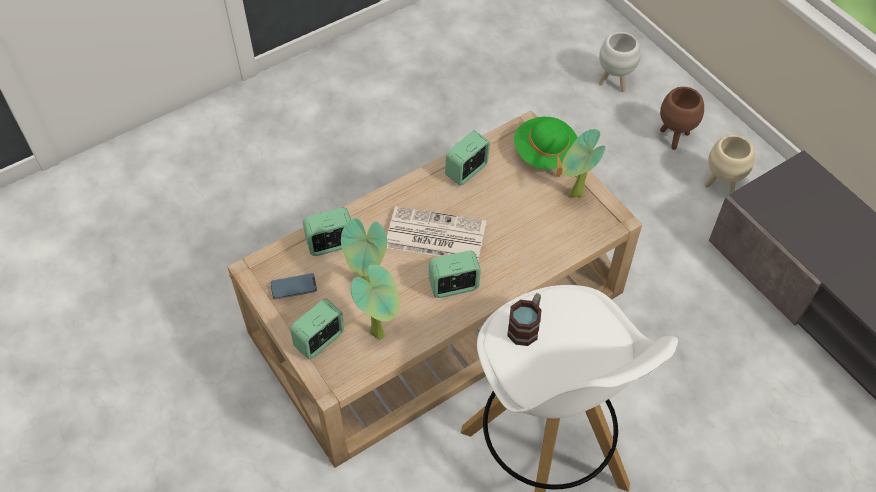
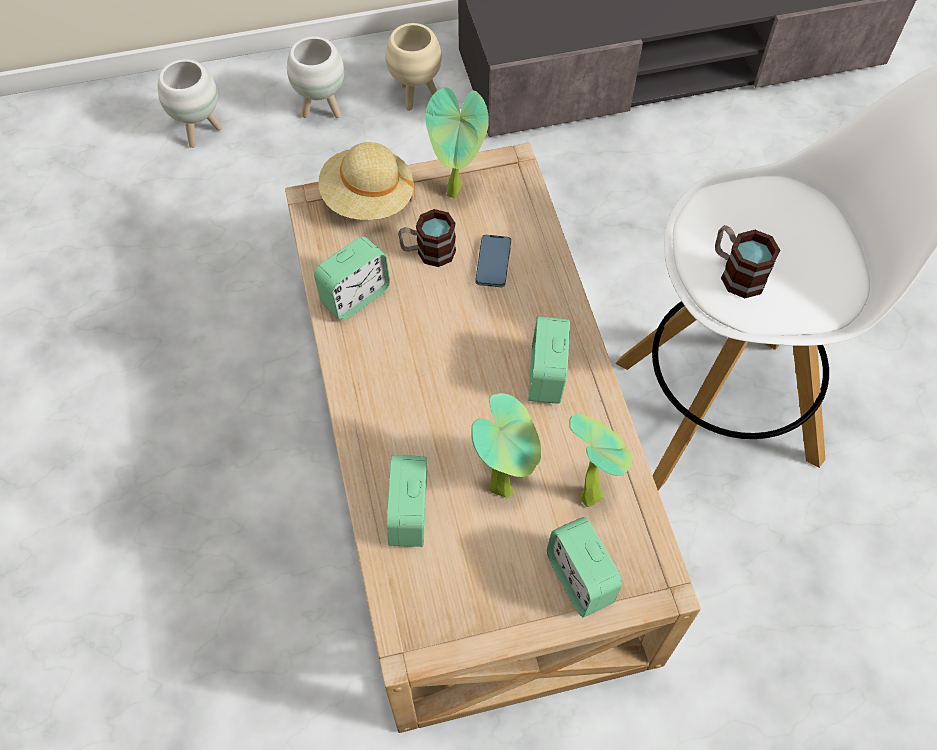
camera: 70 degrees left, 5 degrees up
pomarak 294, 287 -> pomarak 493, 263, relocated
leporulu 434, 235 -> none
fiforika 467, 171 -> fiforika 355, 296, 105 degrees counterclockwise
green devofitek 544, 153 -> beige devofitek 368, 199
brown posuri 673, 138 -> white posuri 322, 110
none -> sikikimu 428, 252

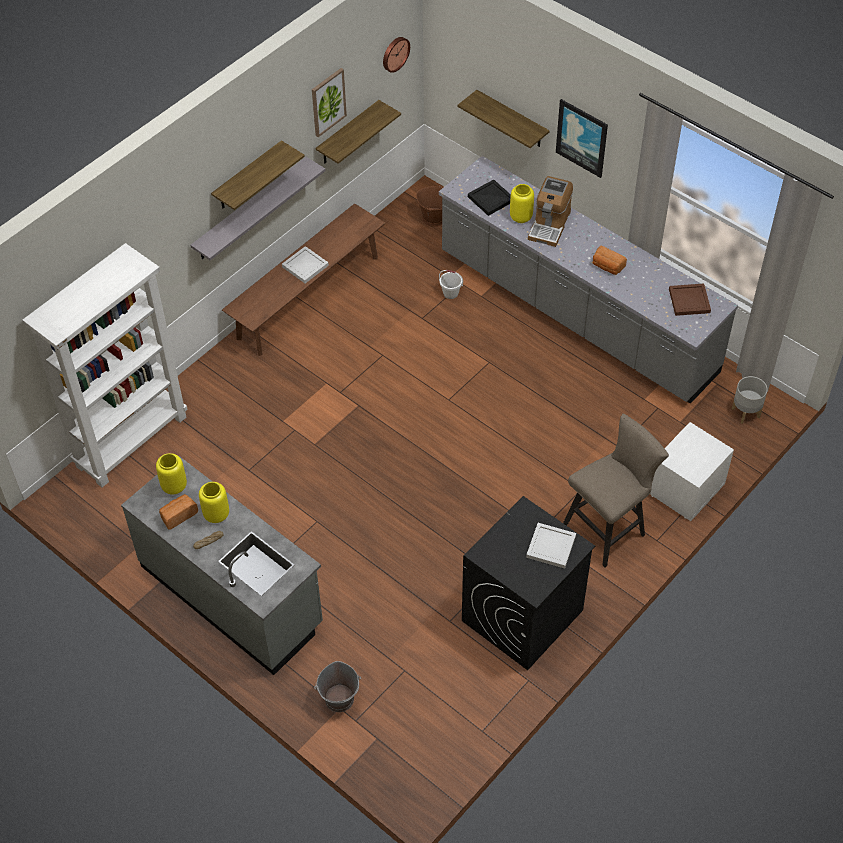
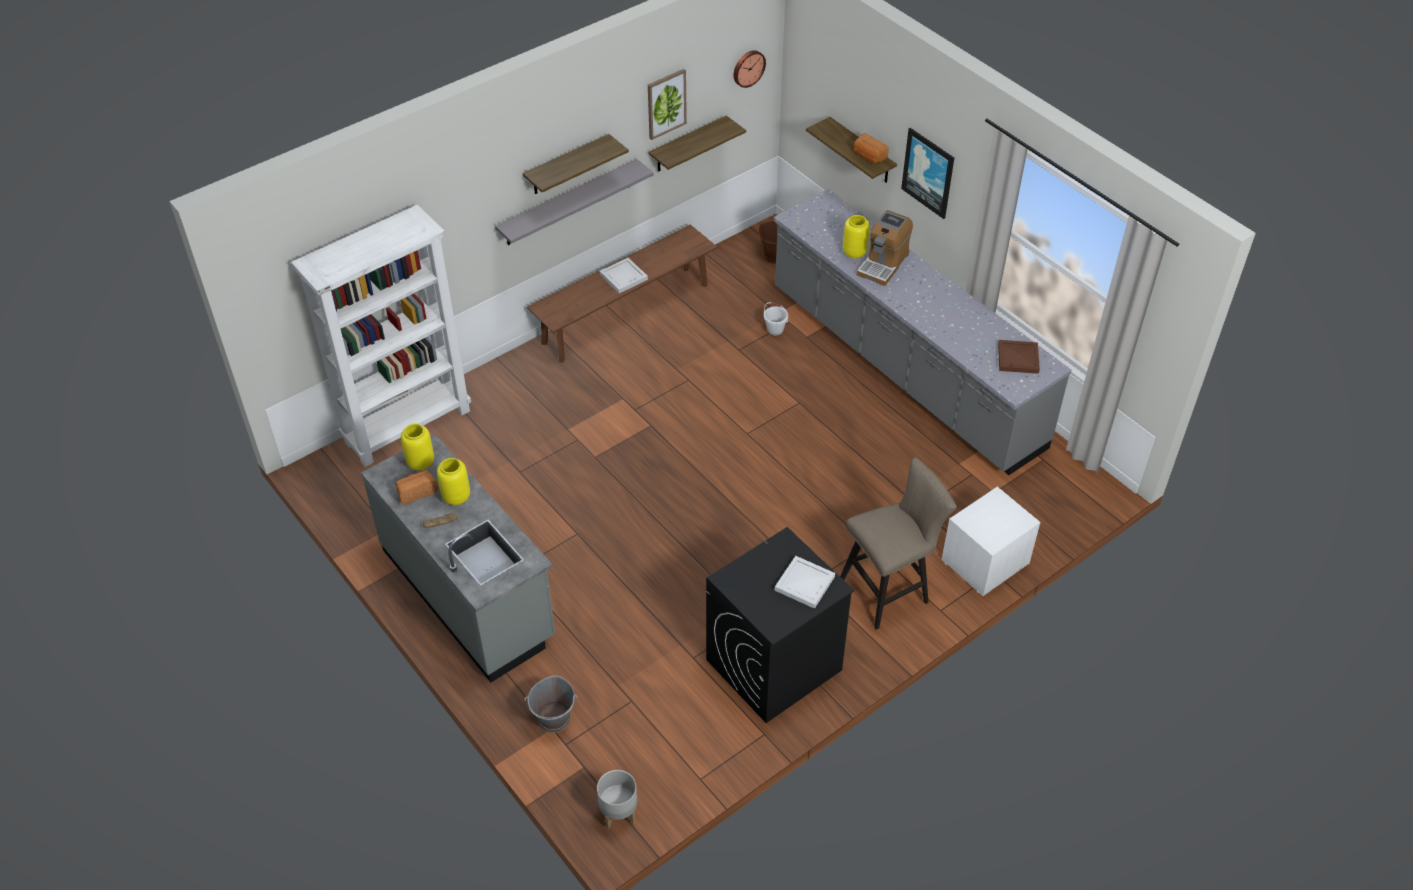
camera: 10 degrees right, 5 degrees down
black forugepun 490, 199 -> none
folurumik 607, 267 -> folurumik 869, 156, relocated
grey posuri 746, 413 -> grey posuri 619, 814, relocated

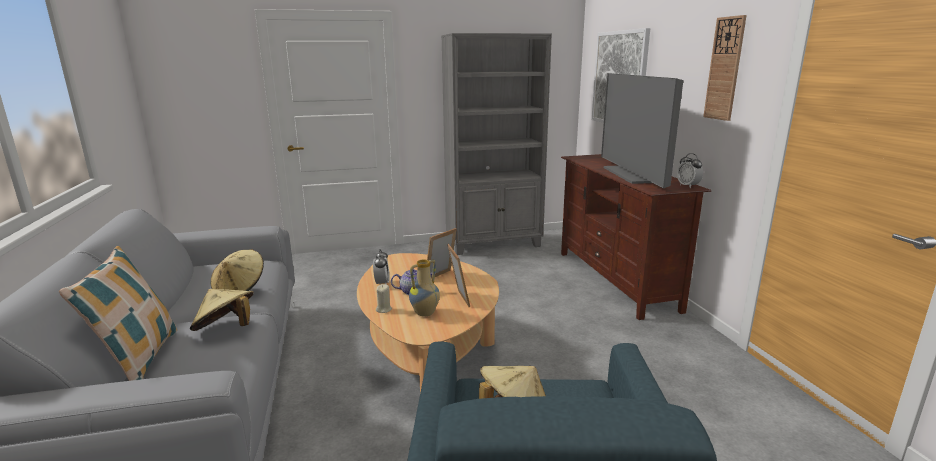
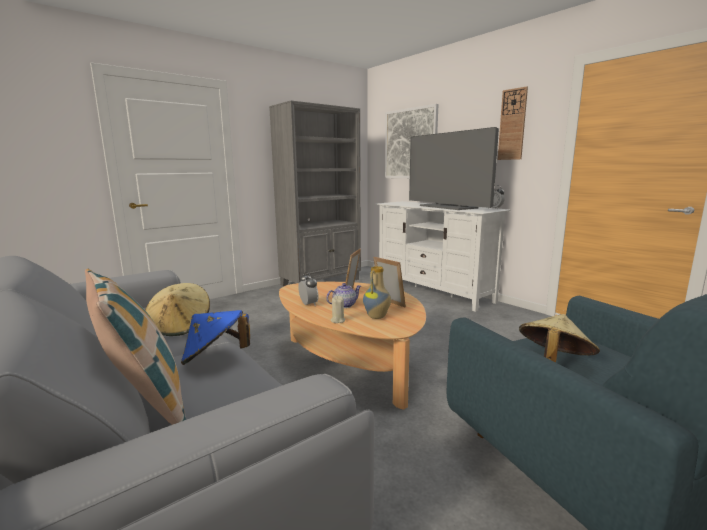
camera: 25 degrees left, 5 degrees down
beige devofitek 226, 329 -> blue devofitek 215, 358
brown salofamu 616, 280 -> white salofamu 433, 291

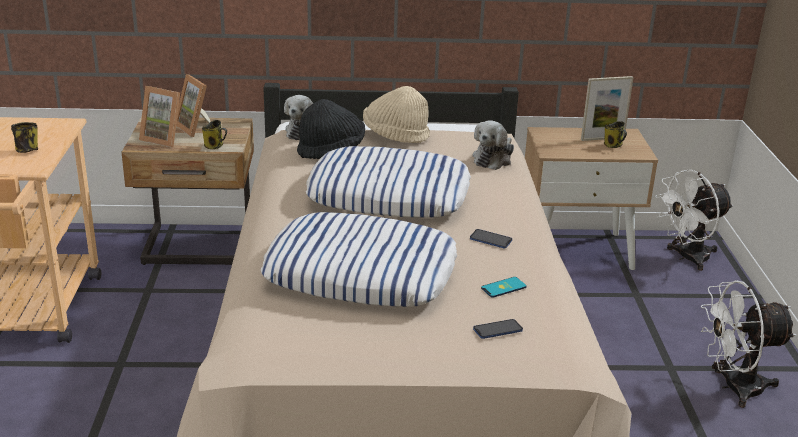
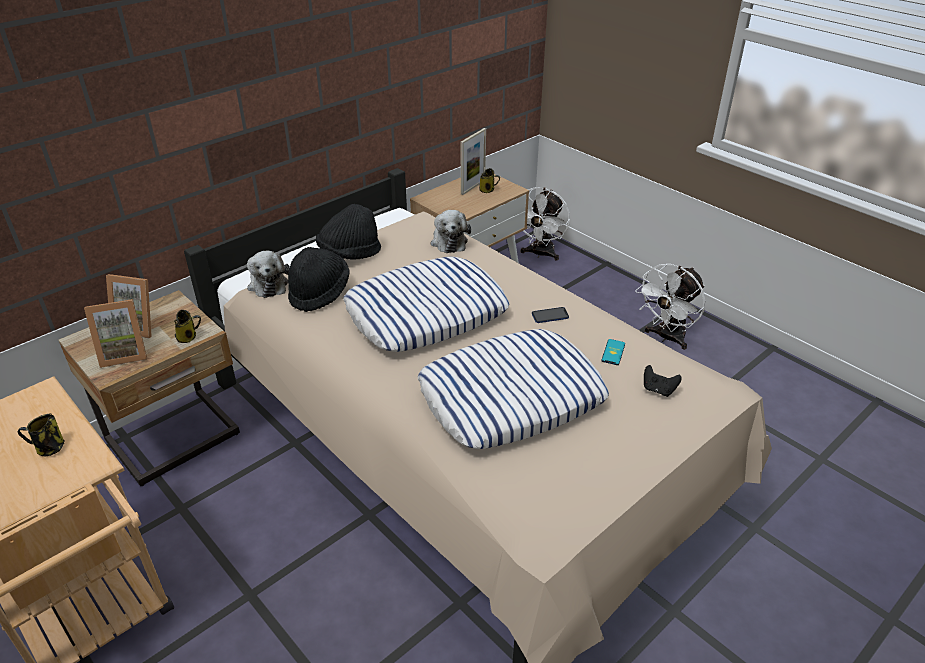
camera: 40 degrees left, 10 degrees up
beige devofitek 395, 136 -> black devofitek 349, 253
pomarak 497, 330 -> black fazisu 658, 390

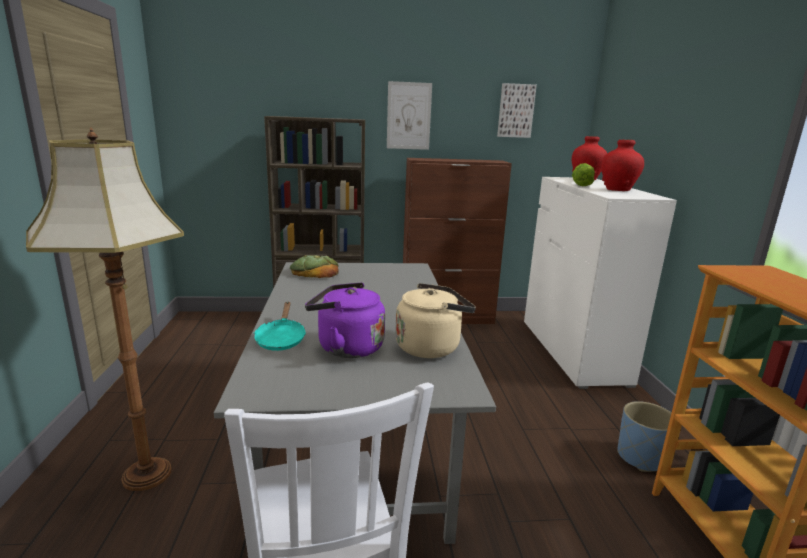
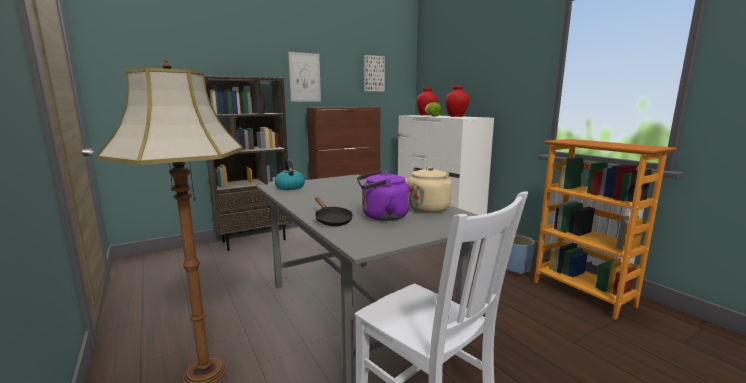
camera: 25 degrees left, 5 degrees down
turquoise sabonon 281, 339 -> black sabonon 332, 220
folurumik 315, 272 -> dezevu 289, 187

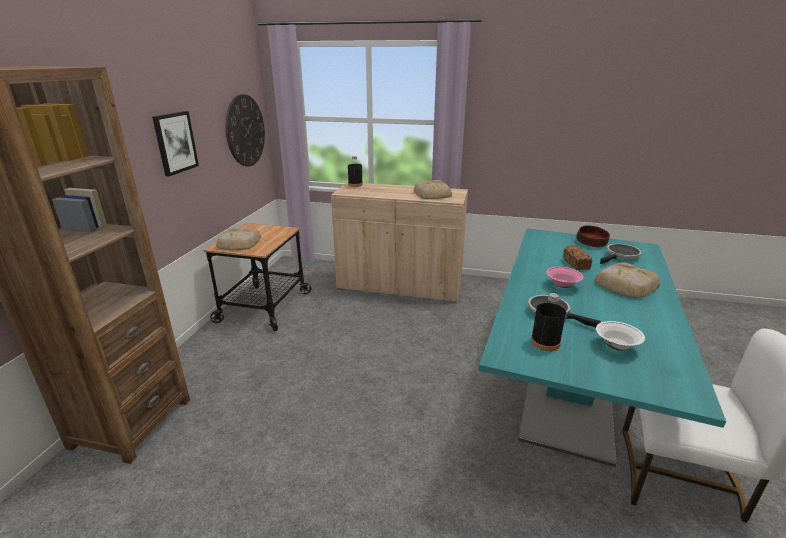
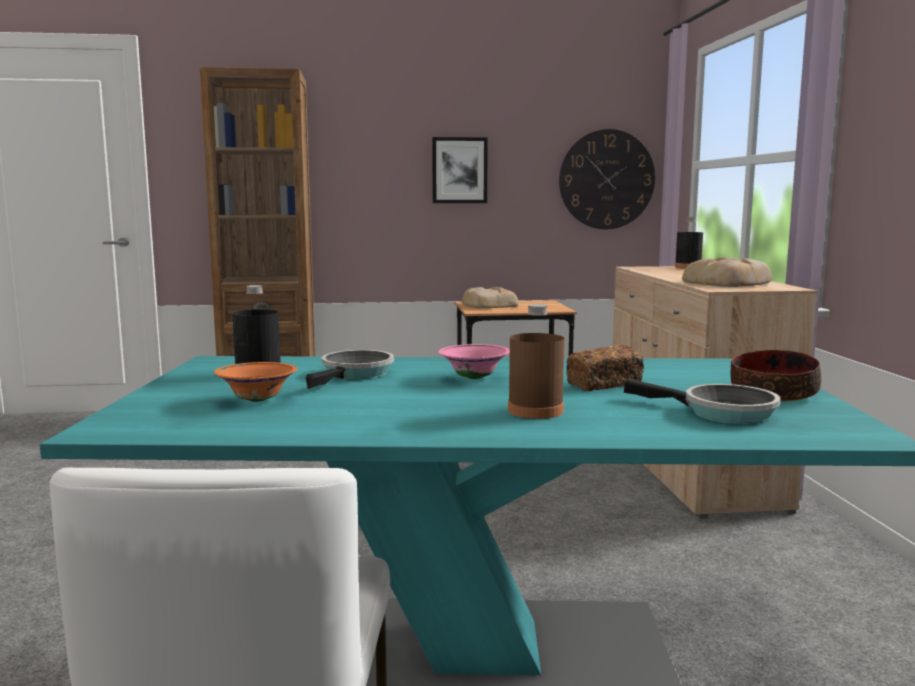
camera: 70 degrees right, 15 degrees down
folurumik 625, 285 -> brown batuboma 535, 411
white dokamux 616, 347 -> orange dokamux 257, 400

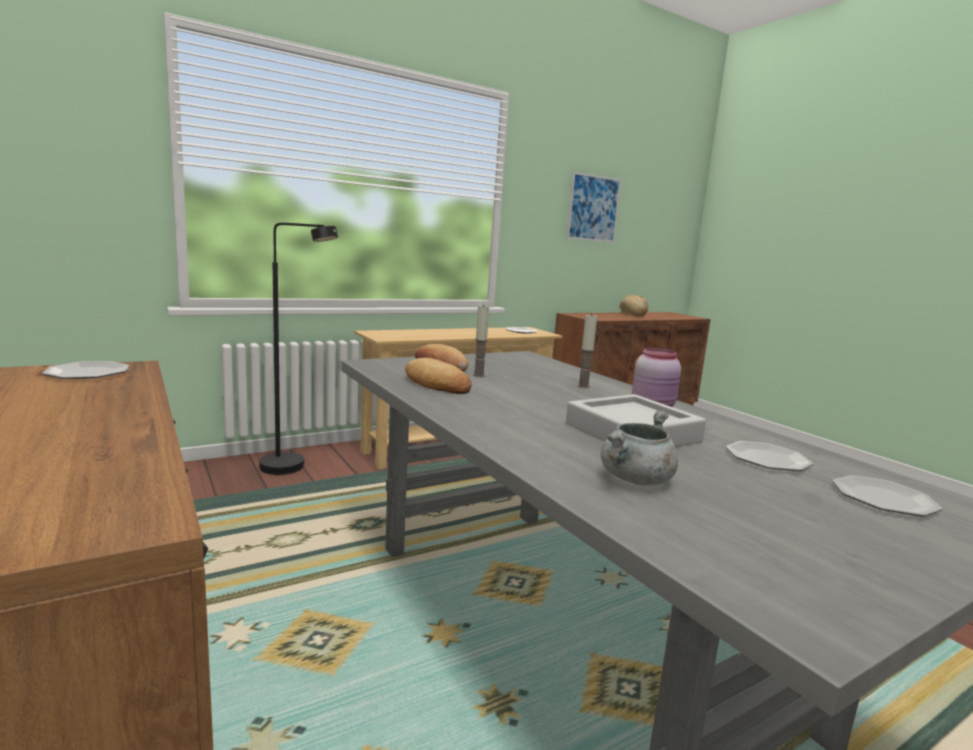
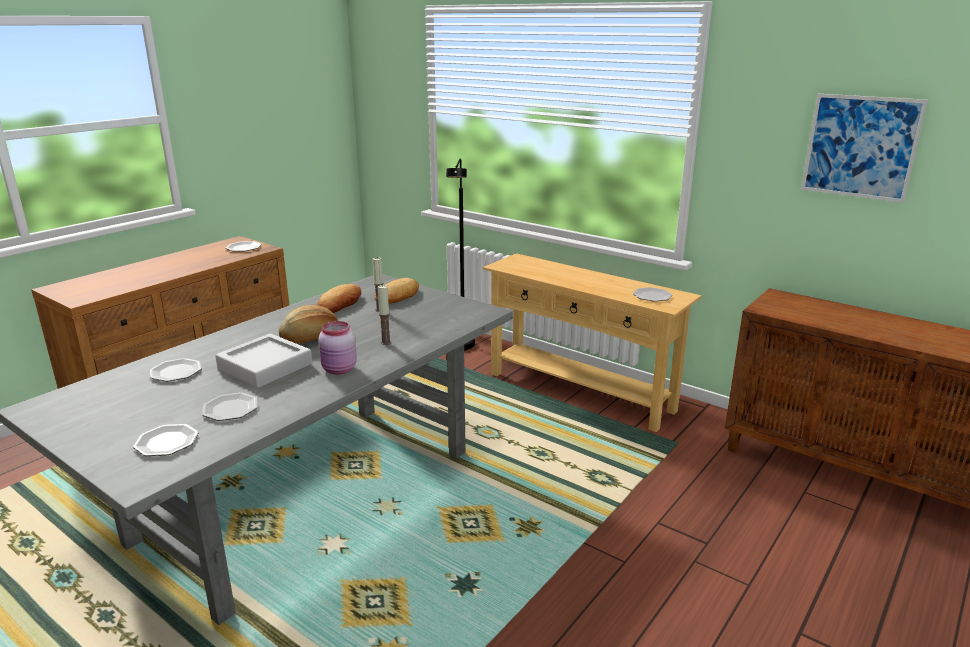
camera: 70 degrees right, 10 degrees up
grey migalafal 636, 480 -> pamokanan 175, 372
folurumik 632, 314 -> folurumik 310, 337, relocated

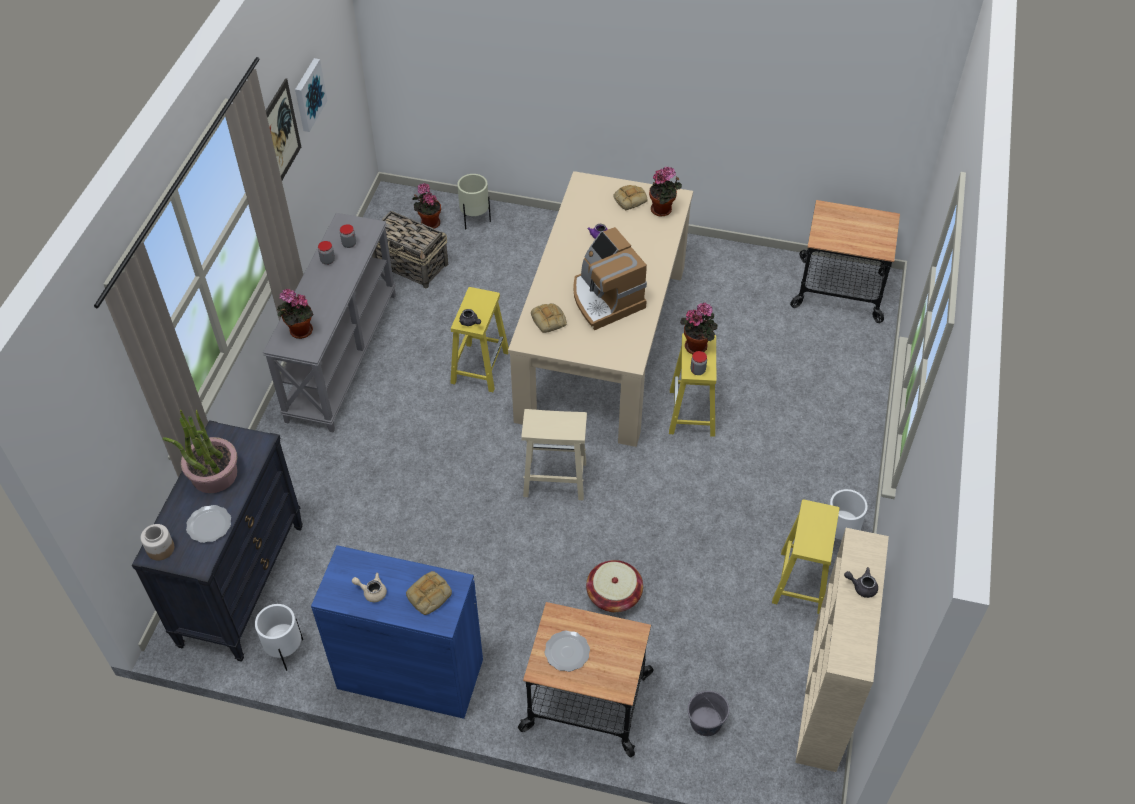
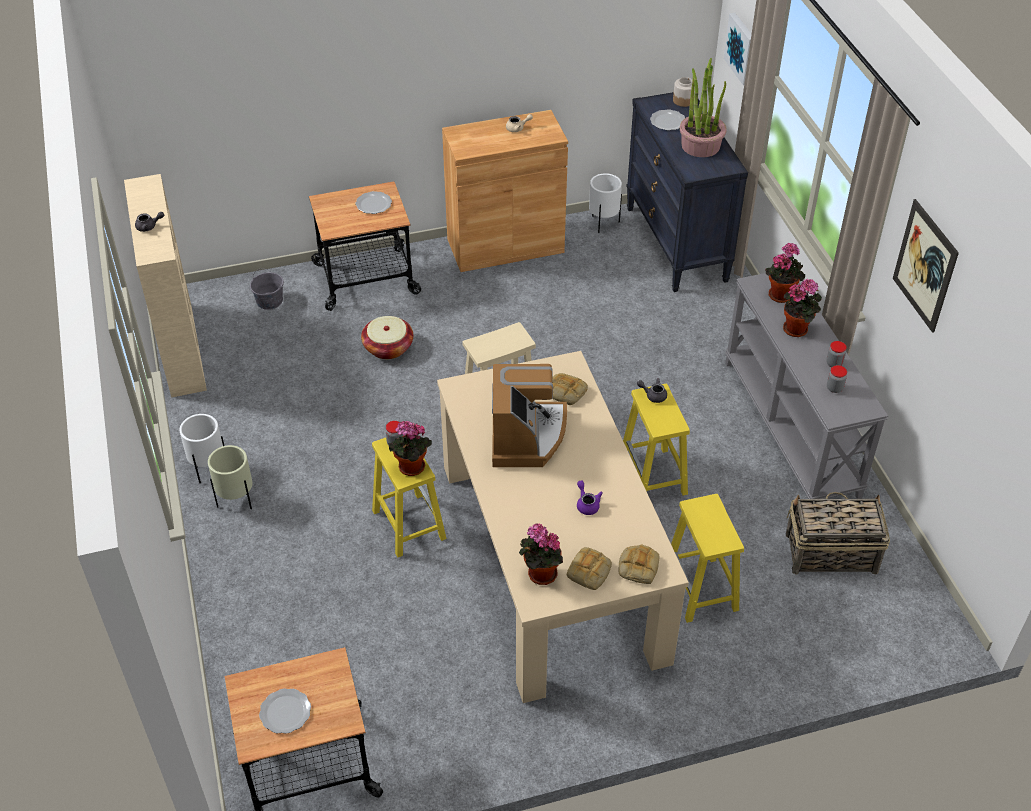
camera: 150 degrees right, 5 degrees down
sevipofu 308, 94 -> sevipofu 742, 48, relocated
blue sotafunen 410, 674 -> brown sotafunen 505, 246
folurumik 429, 596 -> folurumik 638, 566, relocated
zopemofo 429, 223 -> zopemofo 797, 329, relocated
beige posuri 475, 220 -> beige posuri 237, 500, relocated
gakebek 605, 299 -> gakebek 526, 436, 60 degrees clockwise
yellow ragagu 801, 581 -> yellow ragagu 701, 590, relocated
none -> pamokanan 285, 713

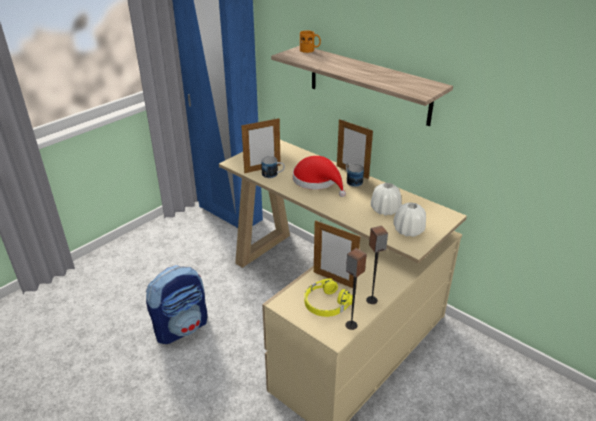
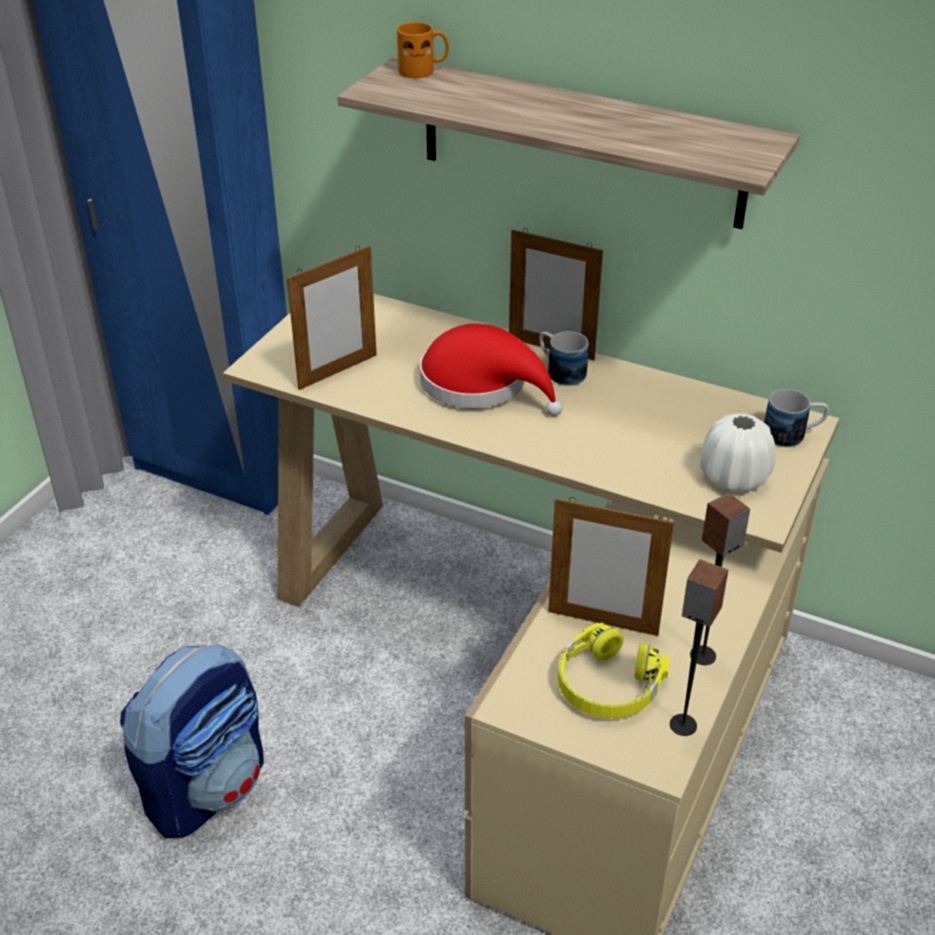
camera: 15 degrees left, 5 degrees up
sikikimu 273, 175 -> sikikimu 793, 435, relocated
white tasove 385, 210 -> none

